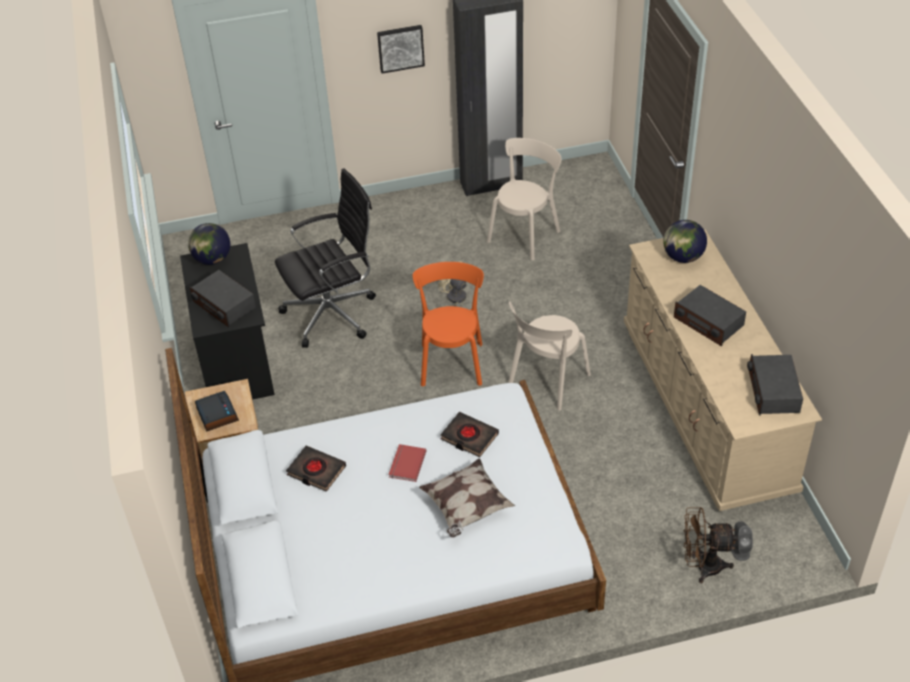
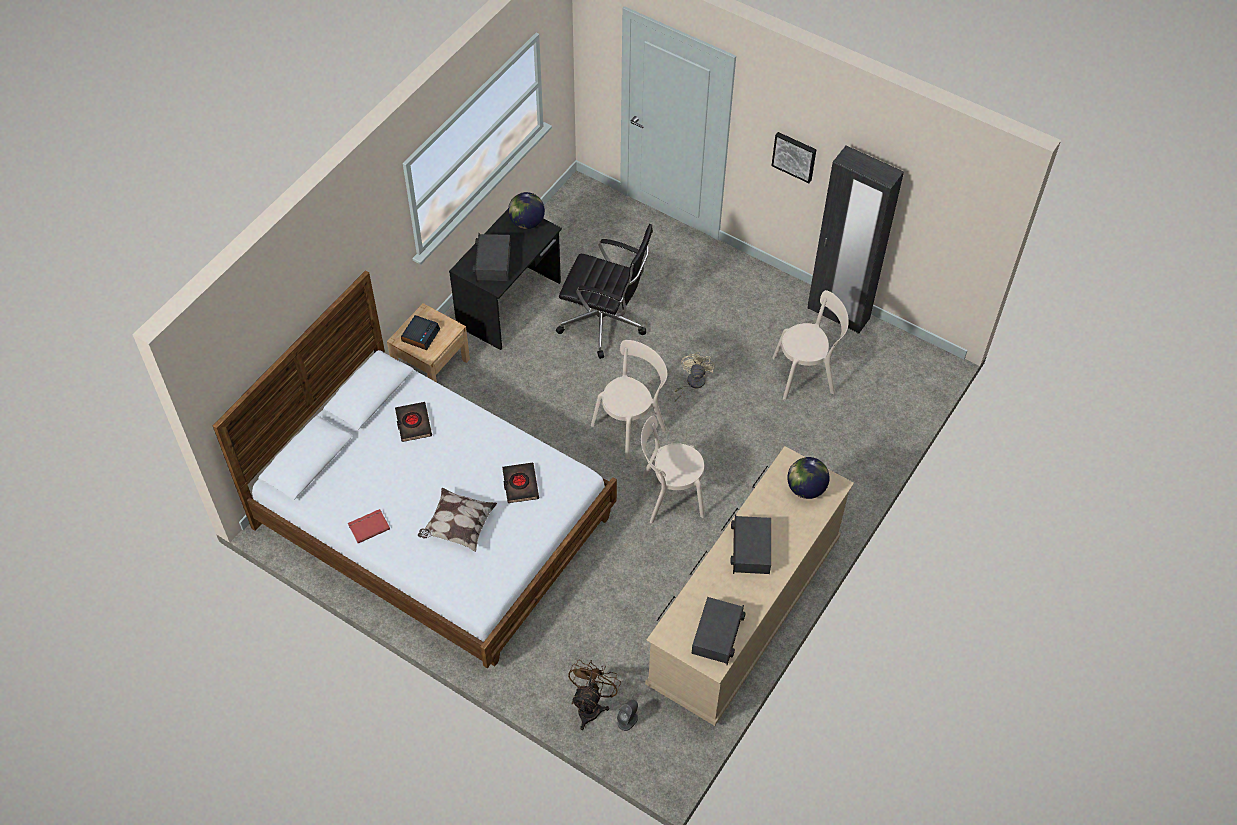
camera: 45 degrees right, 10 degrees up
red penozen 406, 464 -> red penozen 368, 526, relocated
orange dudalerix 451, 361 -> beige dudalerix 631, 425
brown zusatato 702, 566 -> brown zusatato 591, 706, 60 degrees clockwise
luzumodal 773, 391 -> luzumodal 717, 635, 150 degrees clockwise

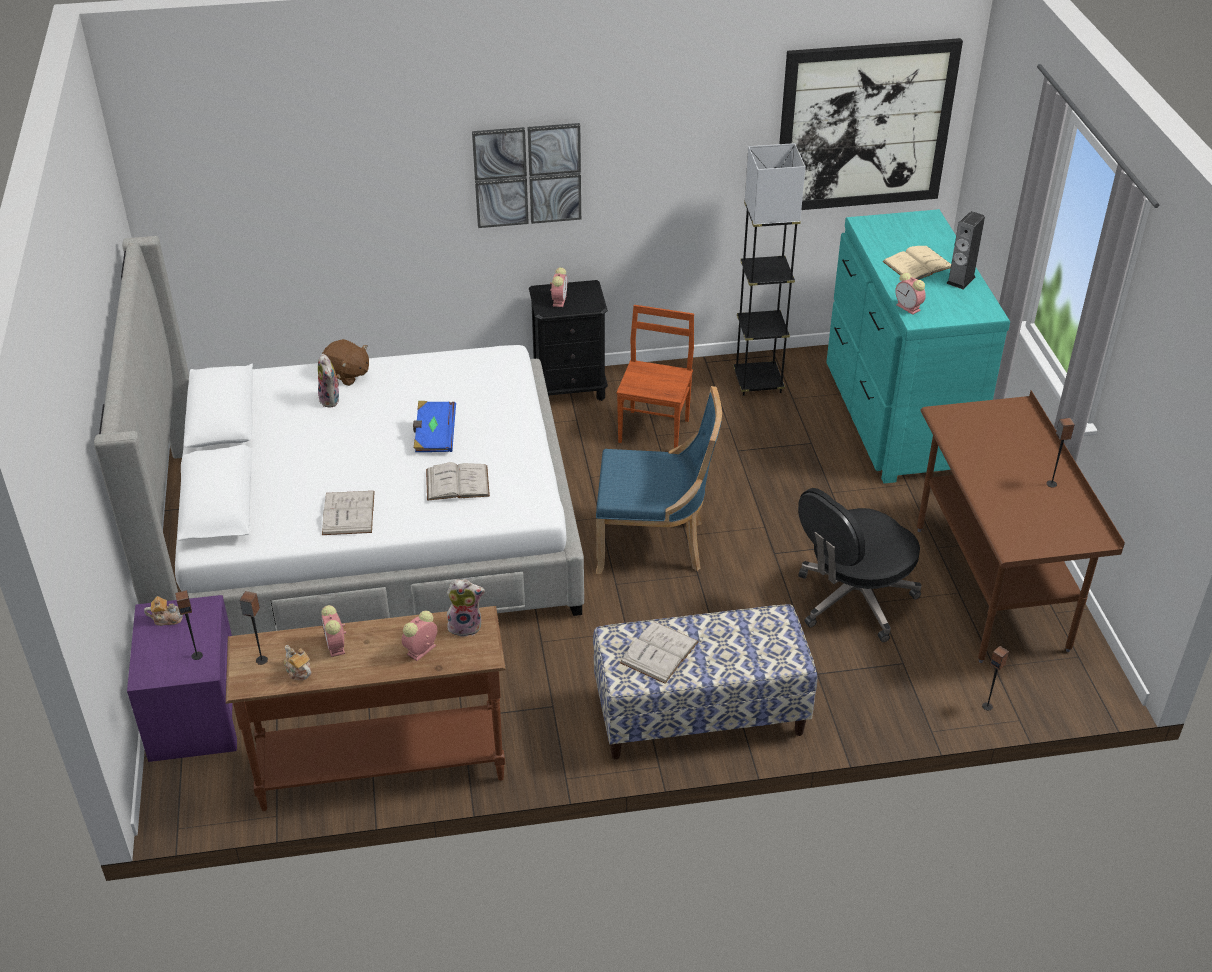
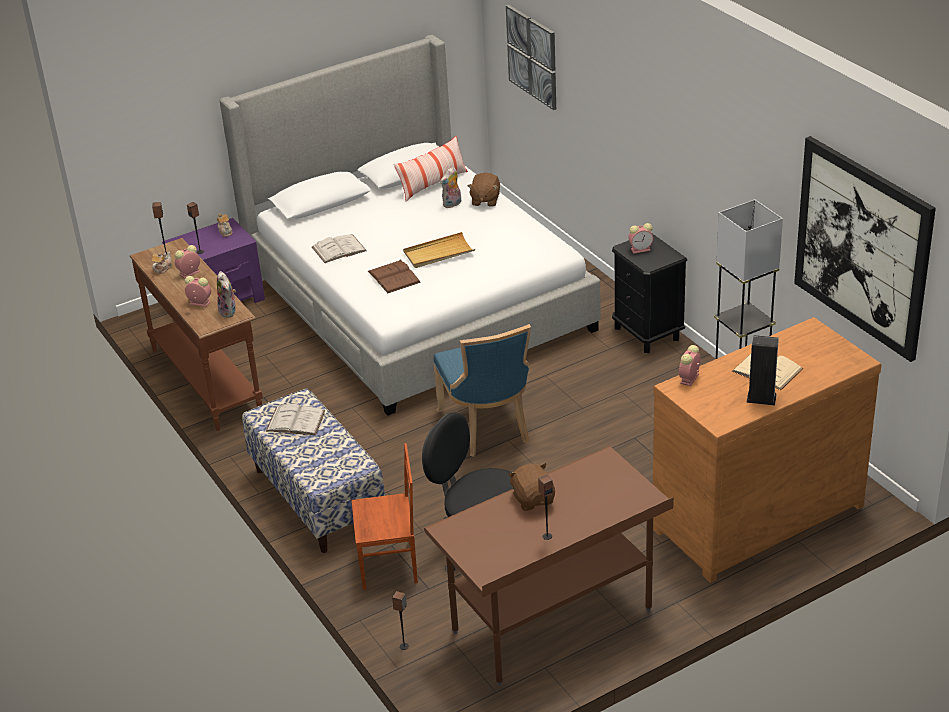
camera: 70 degrees right, 5 degrees down
blue penozen 434, 436 -> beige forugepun 438, 253
white penozen 457, 483 -> brown penozen 393, 277
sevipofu 527, 175 -> sevipofu 532, 56, relocated
brown dudalerix 655, 430 -> brown dudalerix 389, 566, relocated
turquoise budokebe 896, 417 -> brown budokebe 754, 515
none -> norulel 433, 184
none -> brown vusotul 533, 499

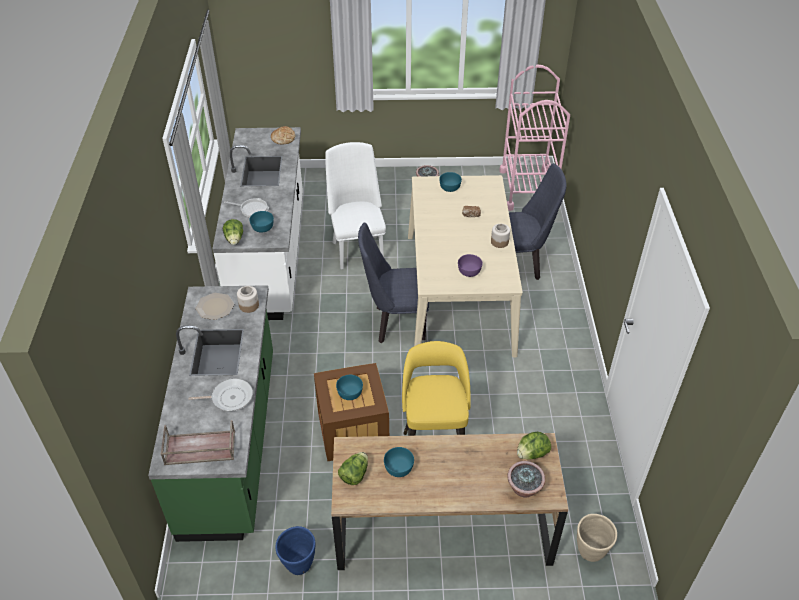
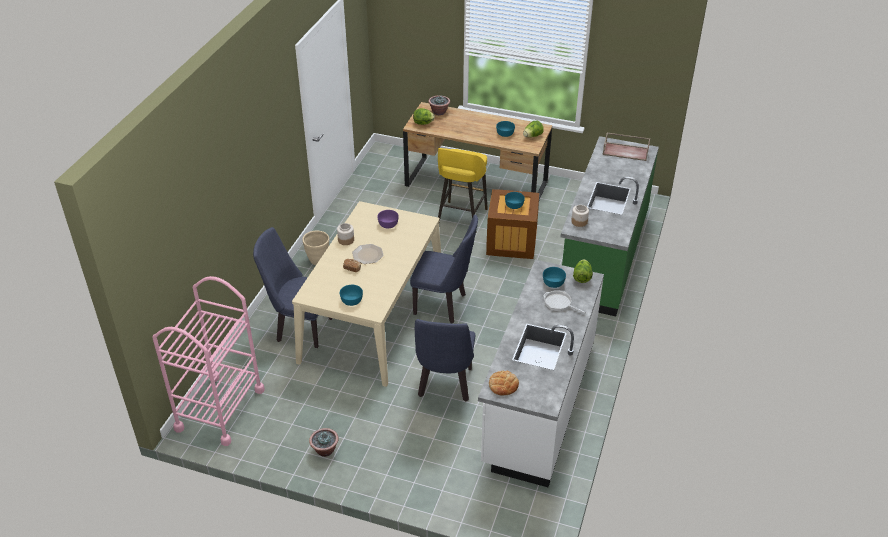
camera: 160 degrees left, 5 degrees down
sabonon 229, 397 -> none
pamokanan 214, 307 -> pamokanan 368, 254, relocated
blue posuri 298, 565 -> none
white dudalerix 357, 248 -> blue dudalerix 445, 386
beige posuri 590, 552 -> beige posuri 318, 260, relocated

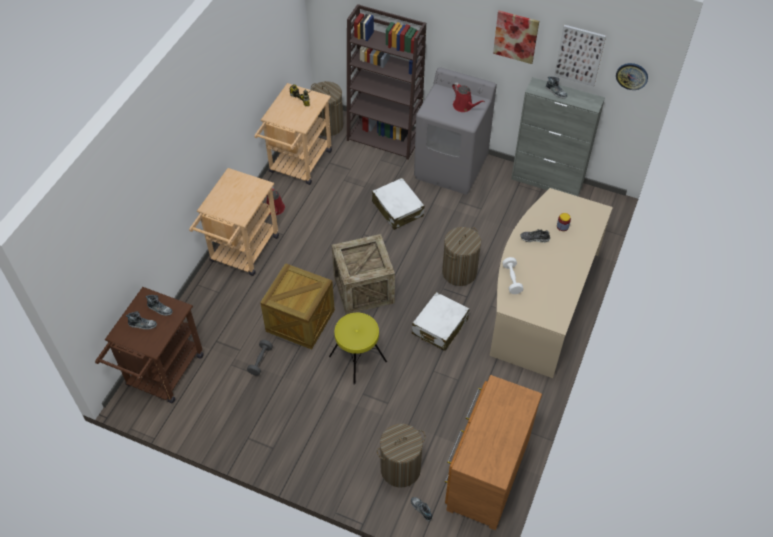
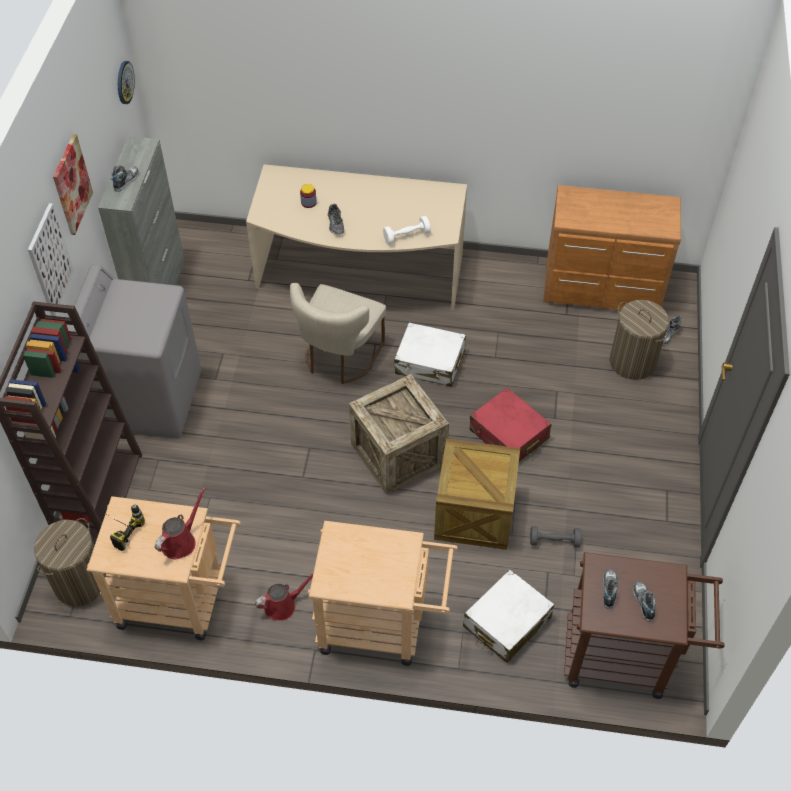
camera: 105 degrees left, 0 degrees up
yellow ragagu 357, 359 -> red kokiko 509, 434
white kokiko 397, 209 -> white kokiko 506, 622, relocated
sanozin 459, 272 -> beige dudalerix 339, 358
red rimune 464, 106 -> red rimune 181, 541, relocated
sevipofu 579, 55 -> sevipofu 50, 260, relocated

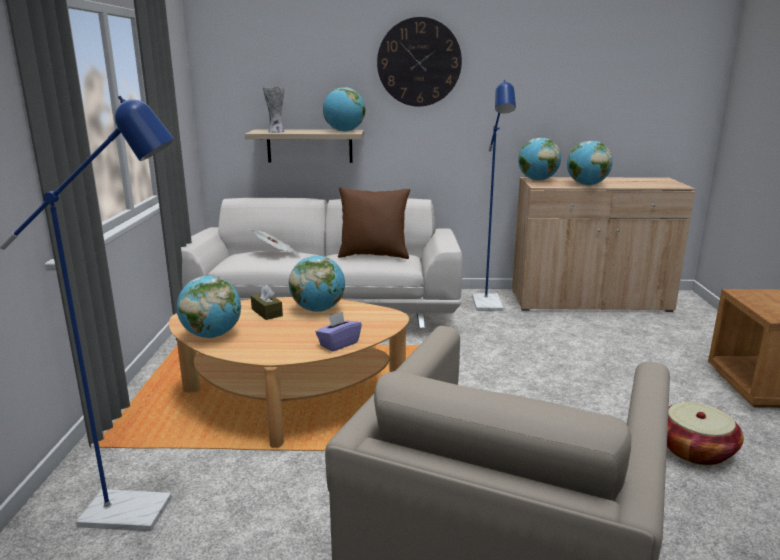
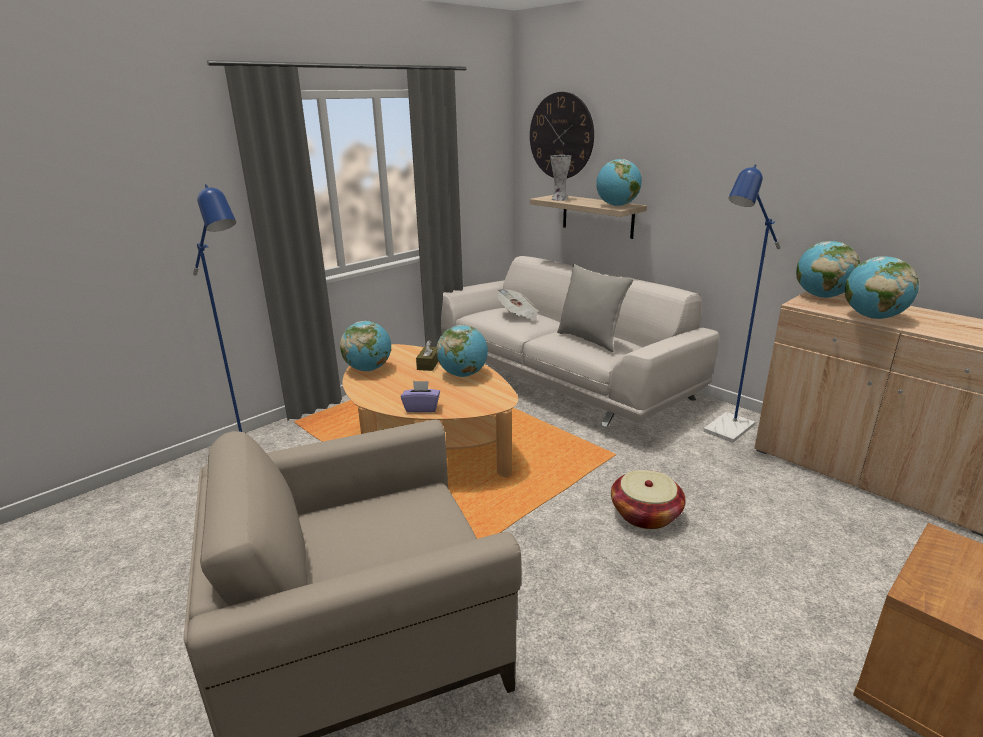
camera: 45 degrees right, 5 degrees up
brown norulel 374, 255 -> grey norulel 590, 339
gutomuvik 419, 62 -> gutomuvik 561, 136, relocated
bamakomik 695, 450 -> bamakomik 645, 514, relocated

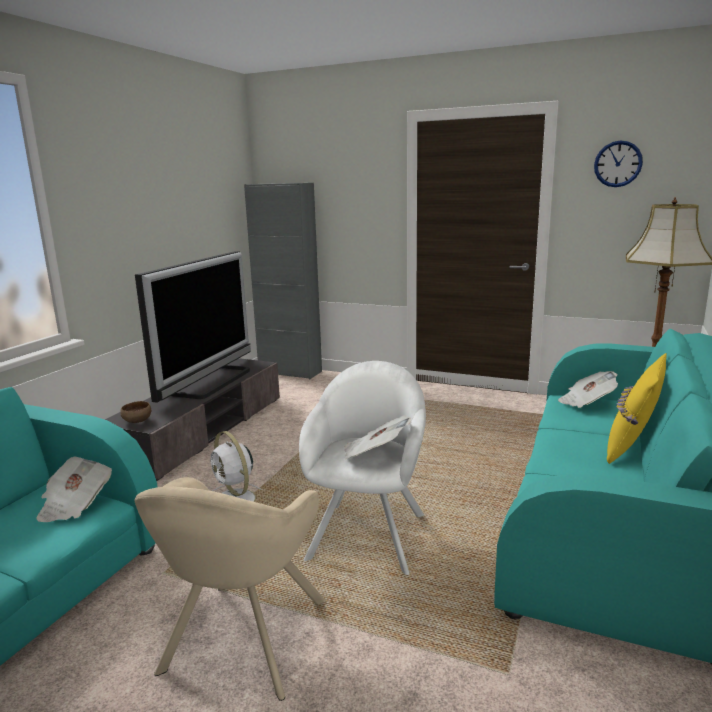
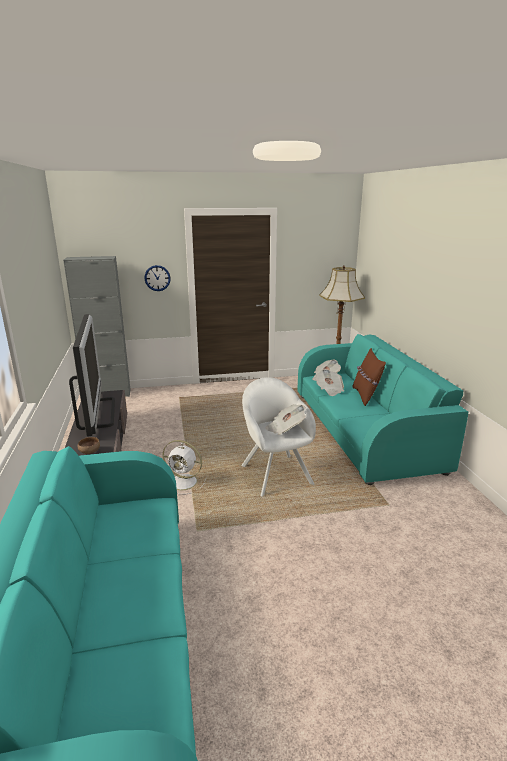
camera: 35 degrees left, 5 degrees up
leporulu 75, 504 -> leporulu 329, 390, relocated
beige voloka 241, 642 -> none
gutomuvik 618, 164 -> gutomuvik 157, 278, relocated
yellow norulel 632, 448 -> brown norulel 365, 396

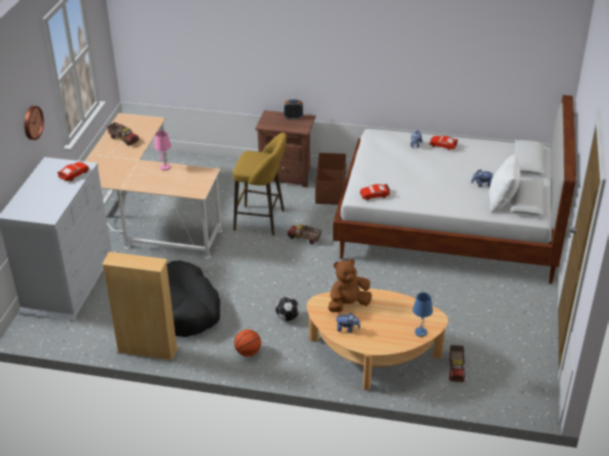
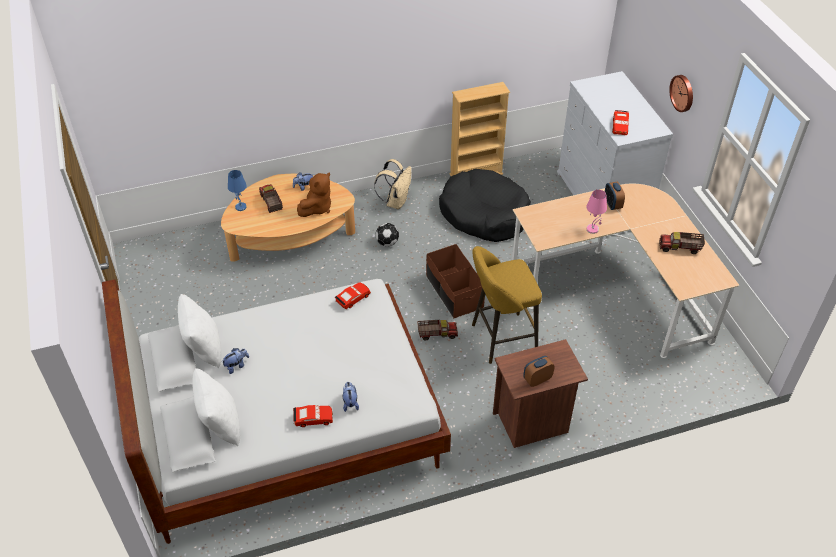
camera: 150 degrees right, 10 degrees up
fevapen 248, 352 -> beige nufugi 396, 202
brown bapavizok 331, 189 -> brown bapavizok 454, 292, relocated
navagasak 456, 369 -> navagasak 271, 203, relocated
none -> white norulel 220, 424
none -> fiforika 612, 204

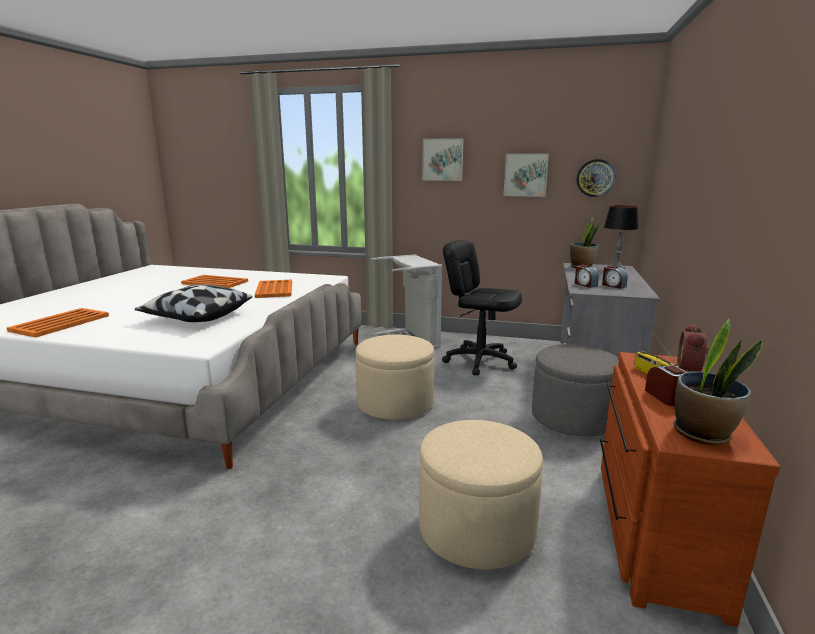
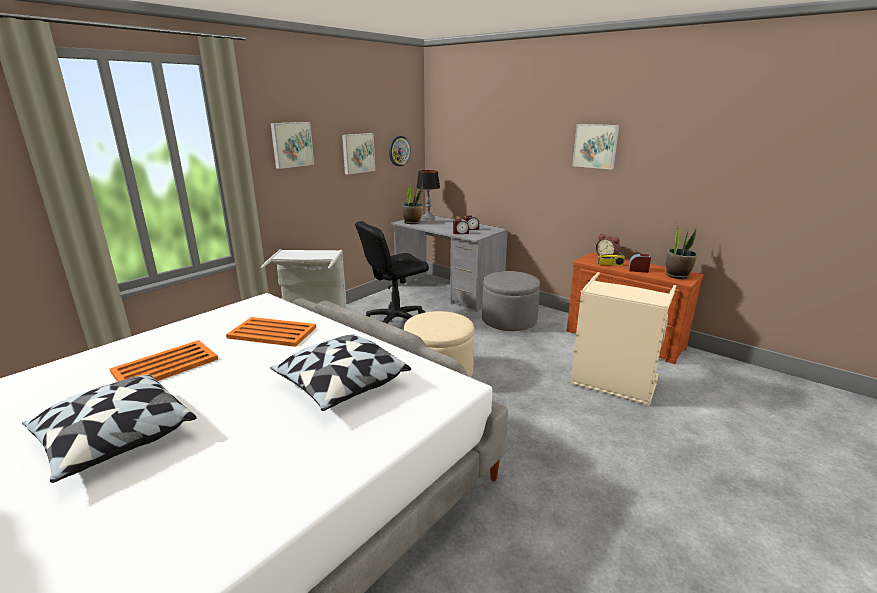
camera: 65 degrees left, 5 degrees up
orange forugepun 59, 323 -> none
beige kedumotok 476, 529 -> beige sanozin 612, 385
none -> norulel 115, 440
none -> sevipofu 596, 146

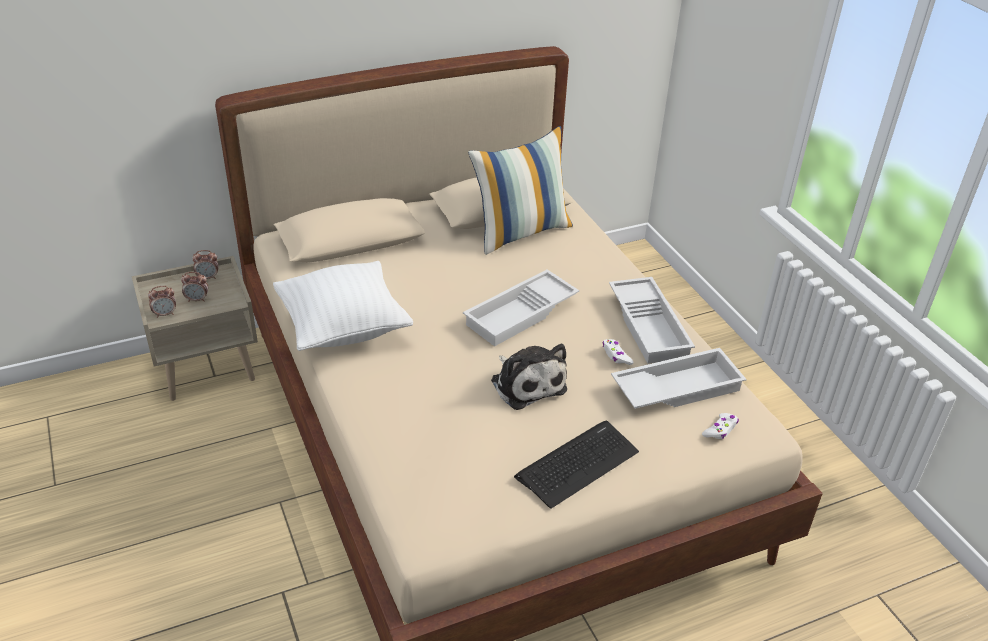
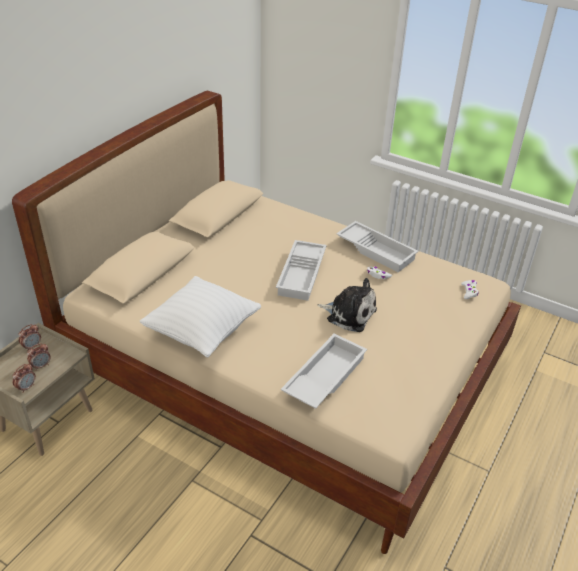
camera: 35 degrees left, 0 degrees up
norulel 521, 232 -> none
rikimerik 577, 464 -> none
white forugepun 676, 387 -> white forugepun 323, 376, relocated

